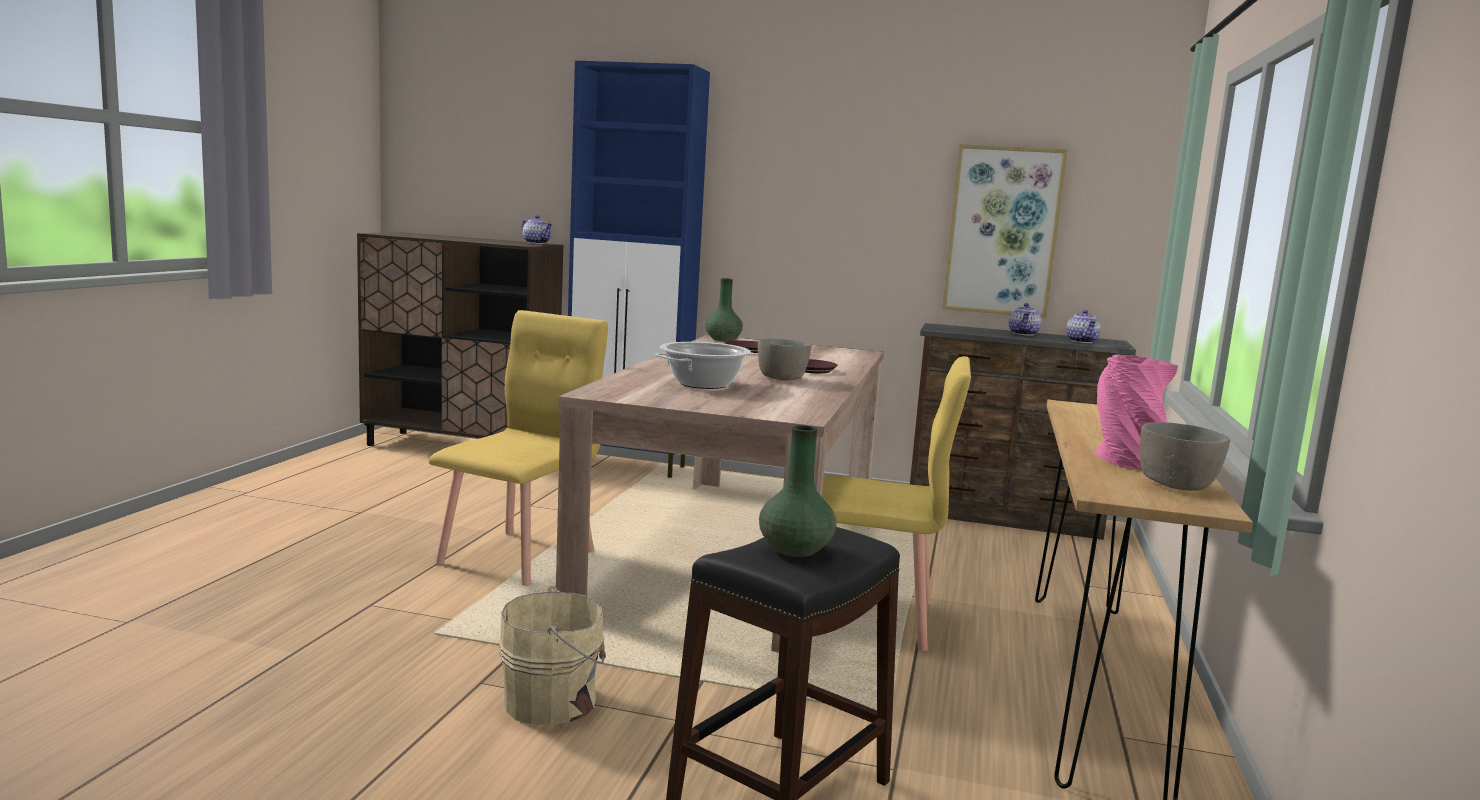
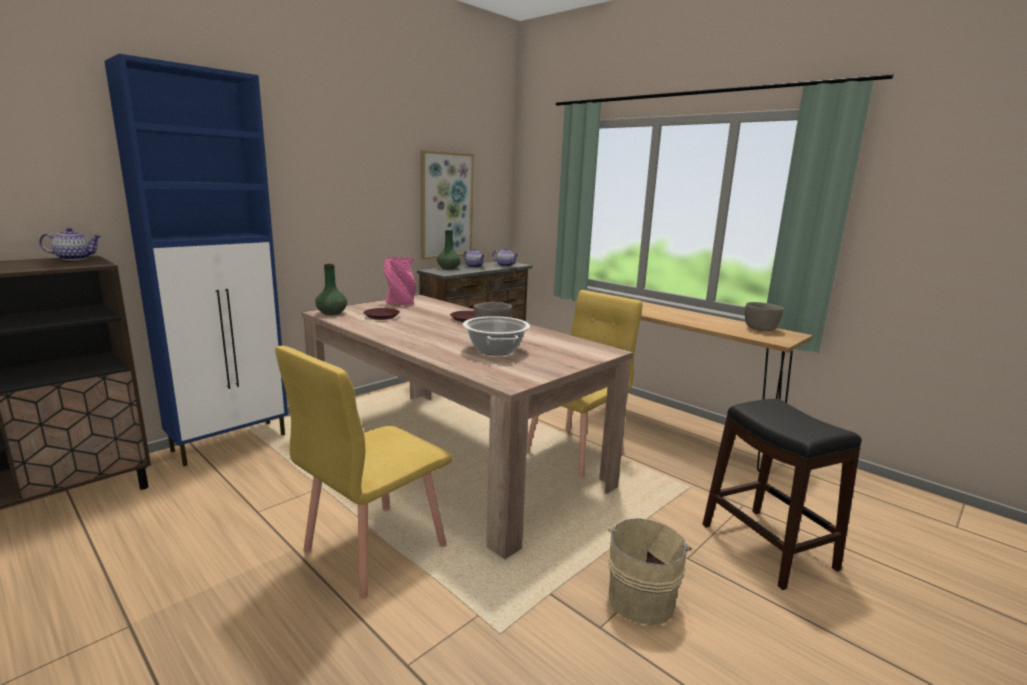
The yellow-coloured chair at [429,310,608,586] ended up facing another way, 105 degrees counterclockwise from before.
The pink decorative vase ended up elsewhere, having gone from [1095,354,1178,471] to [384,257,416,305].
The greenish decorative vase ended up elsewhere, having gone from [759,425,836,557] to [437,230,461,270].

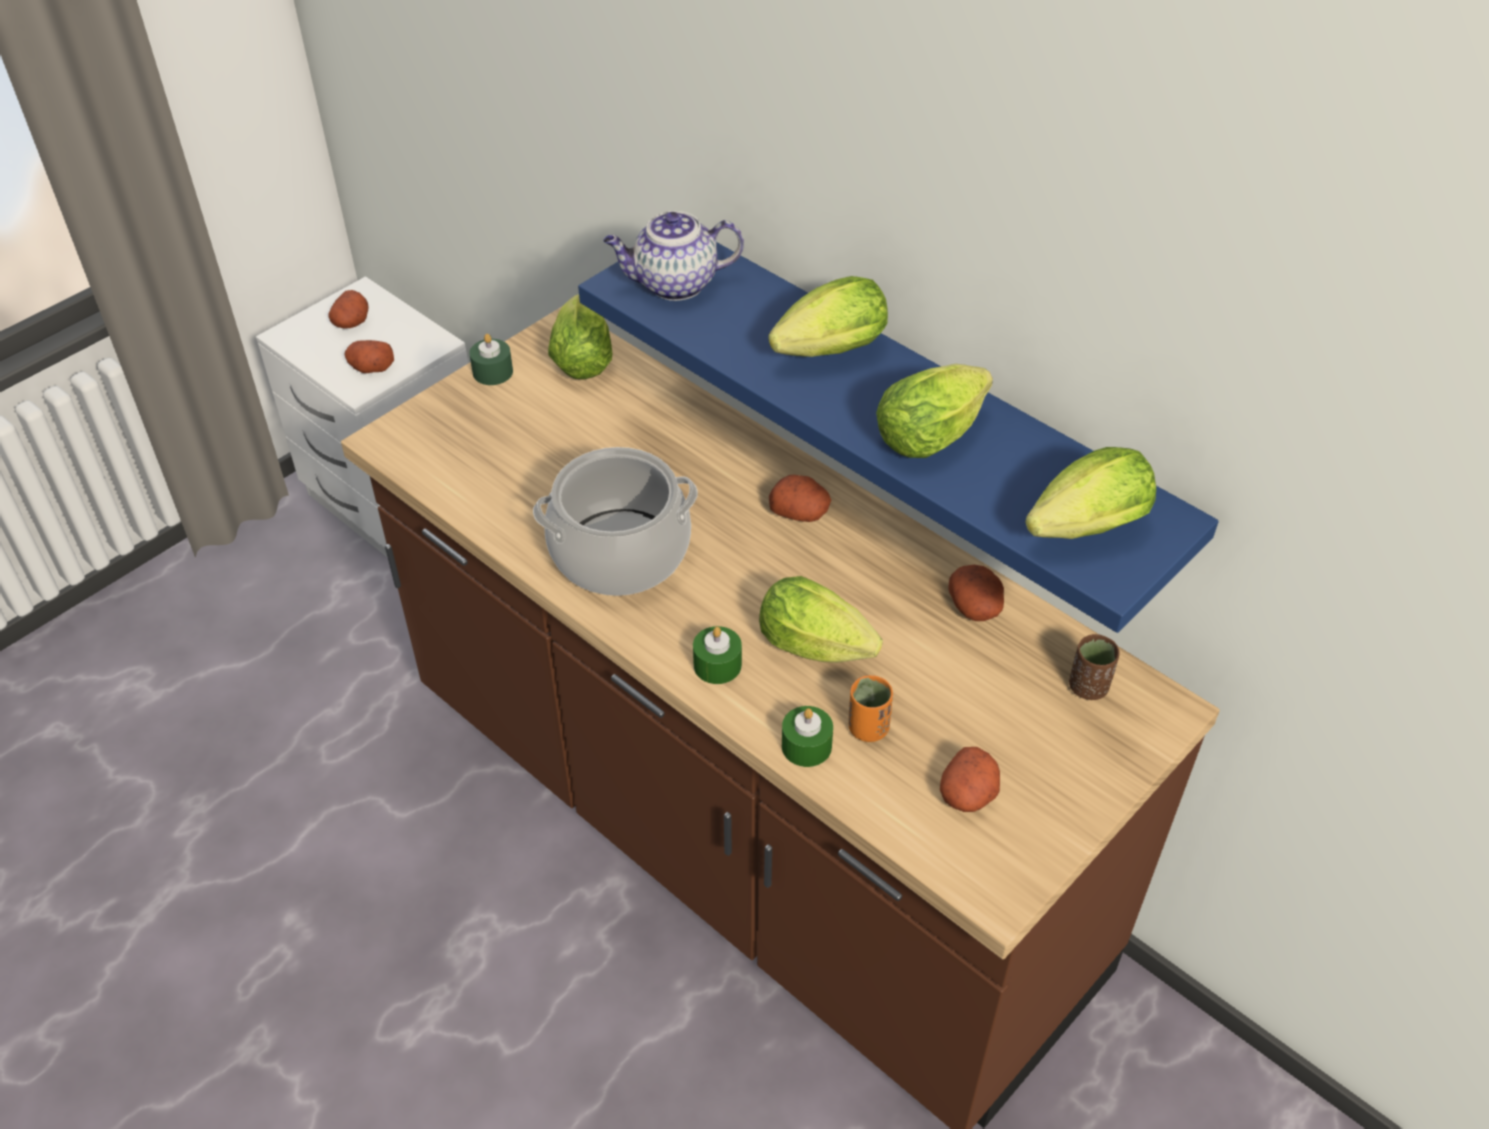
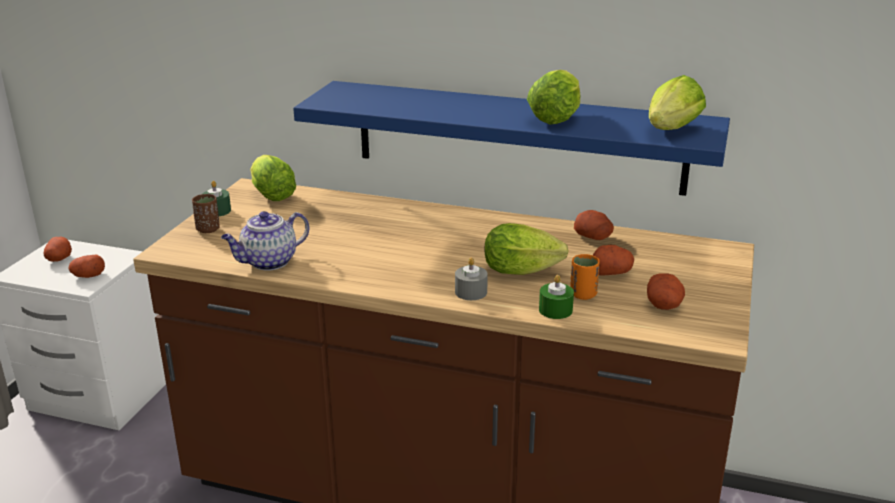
The teapot ended up elsewhere, having gone from [603,211,744,301] to [221,211,310,271].
The second view lost the lettuce head at [769,276,888,357].
The second view lost the stockpot at [533,447,698,596].
The spud ended up elsewhere, having gone from [769,475,831,522] to [593,245,634,276].
What was the greenish wax light at [693,626,742,684] turned into the grey wax light at [455,257,488,300].
The brown-coloured drinking cup ended up elsewhere, having gone from [1069,634,1120,700] to [192,194,220,233].

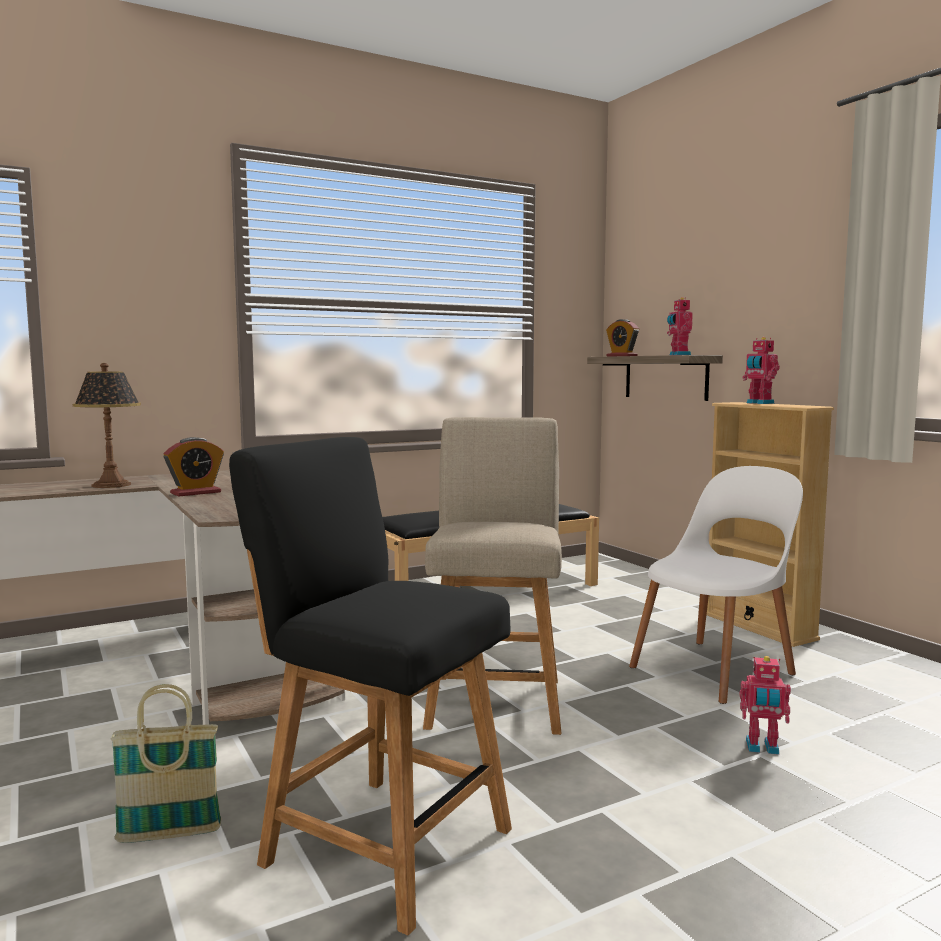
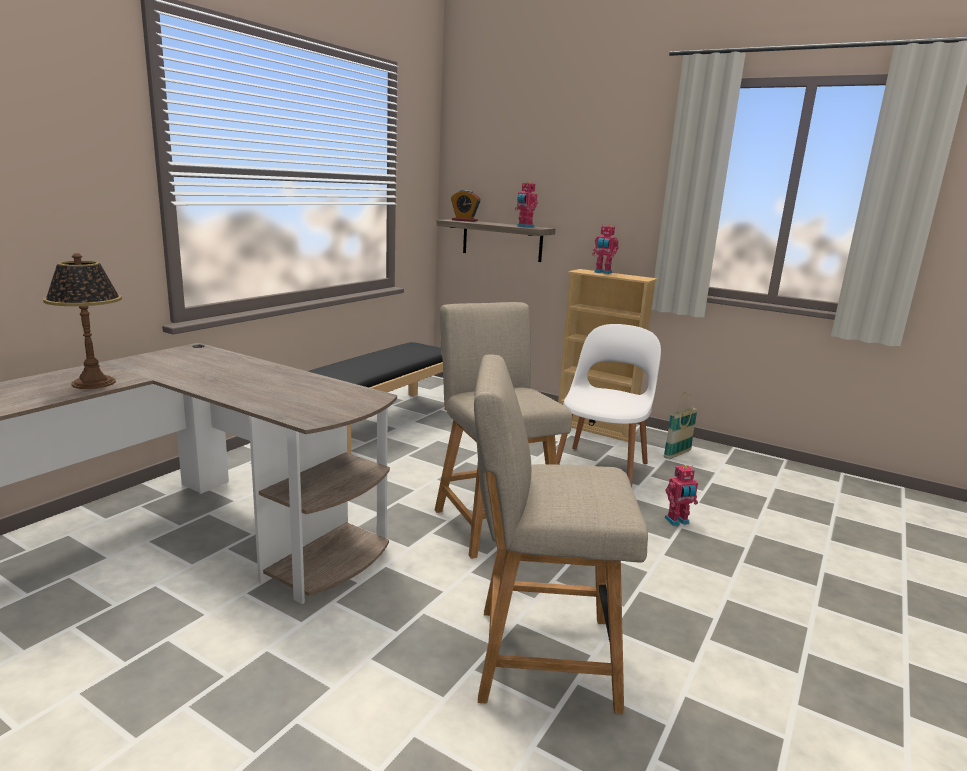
The second view lost the alarm clock at [163,437,224,496].
What was the black chair at [229,437,512,935] turned into the beige chair at [474,354,648,714].
The storage basket ended up elsewhere, having gone from [110,684,222,843] to [664,392,698,459].

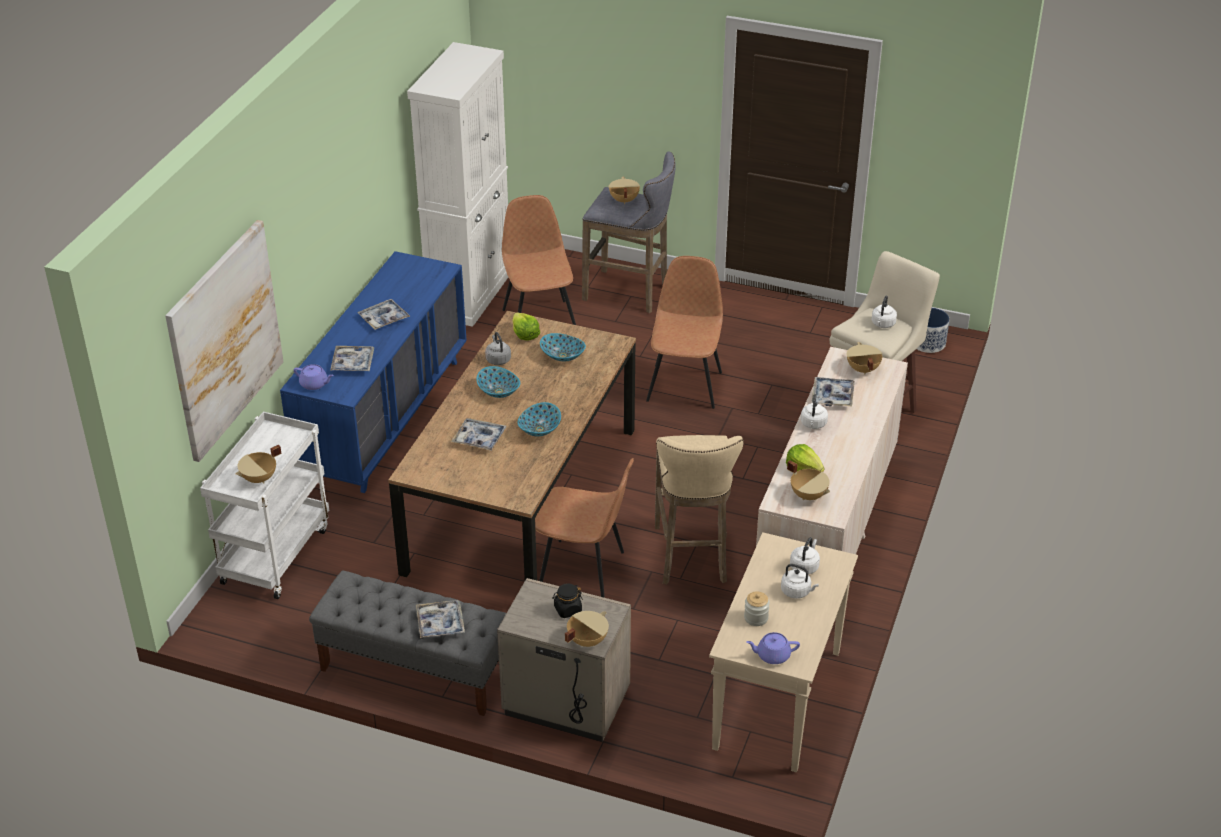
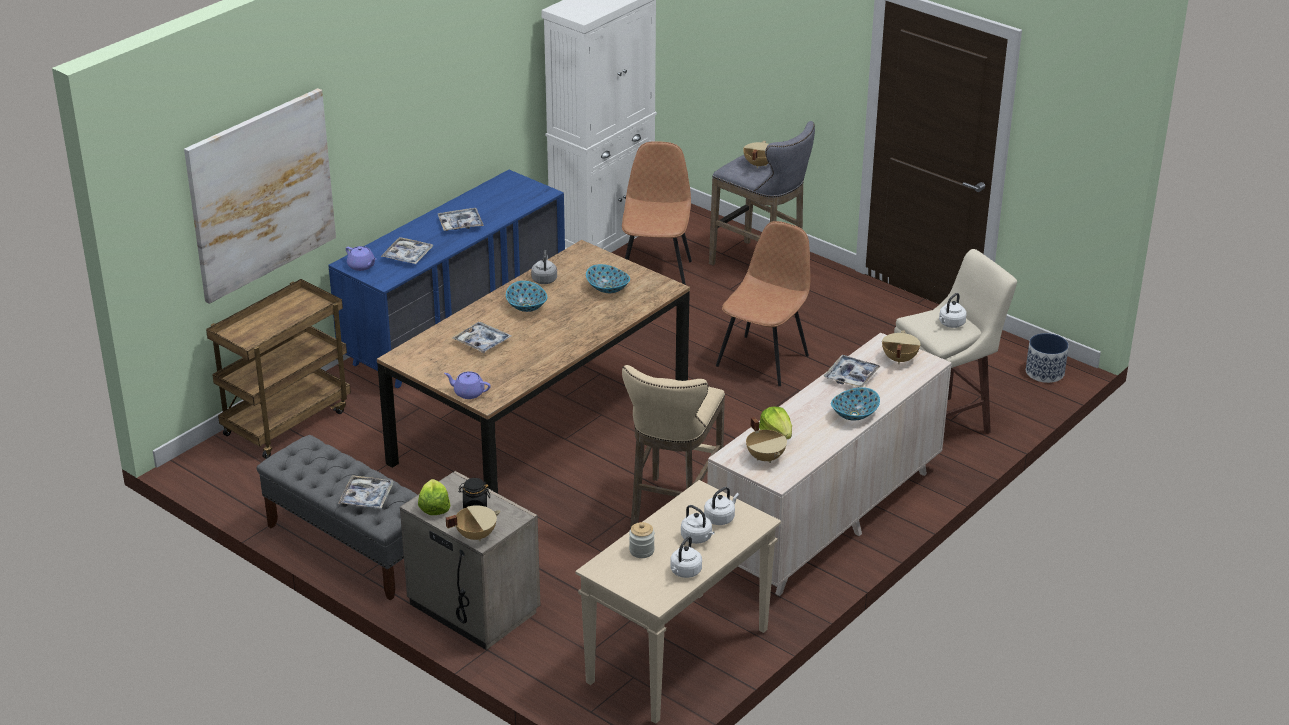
The lettuce head ended up elsewhere, having gone from [512,313,540,341] to [418,479,450,515].
The whitish kettle ended up elsewhere, having gone from [801,394,828,429] to [670,536,702,578].
The serving bowl ended up elsewhere, having gone from [518,402,561,437] to [831,387,880,421].
What was the whitish cart at [200,412,329,599] turned into the brown-coloured cart at [206,279,351,459].
The second view lost the beige stockpot at [236,445,282,484].
The second view lost the brown-coloured chair at [535,458,634,598].
The purplish teapot ended up elsewhere, having gone from [746,632,800,664] to [444,371,491,399].

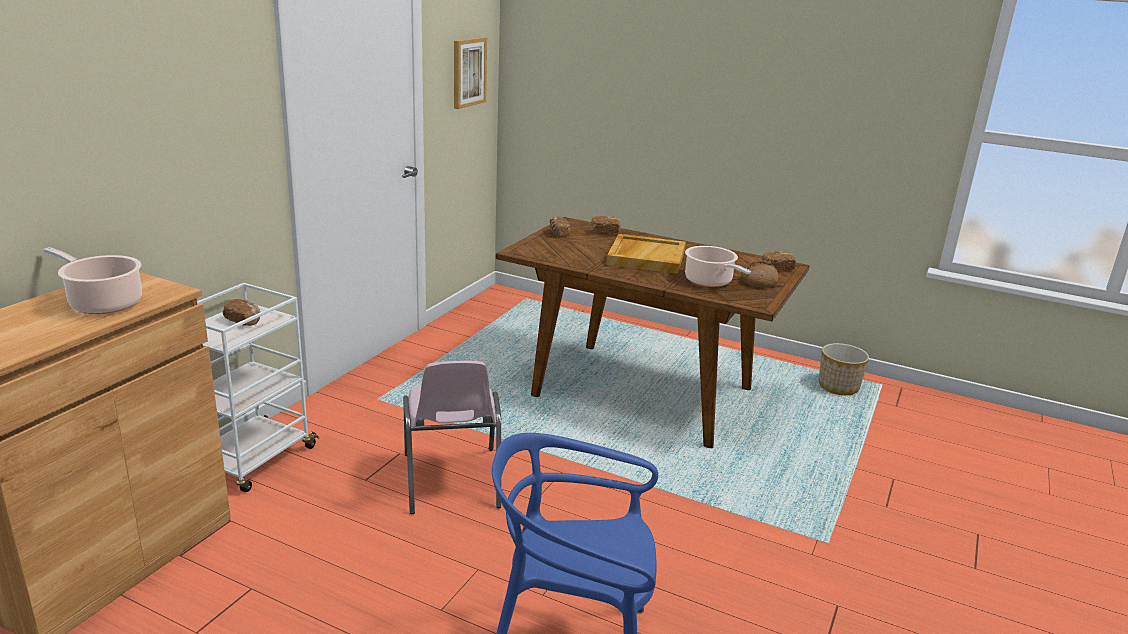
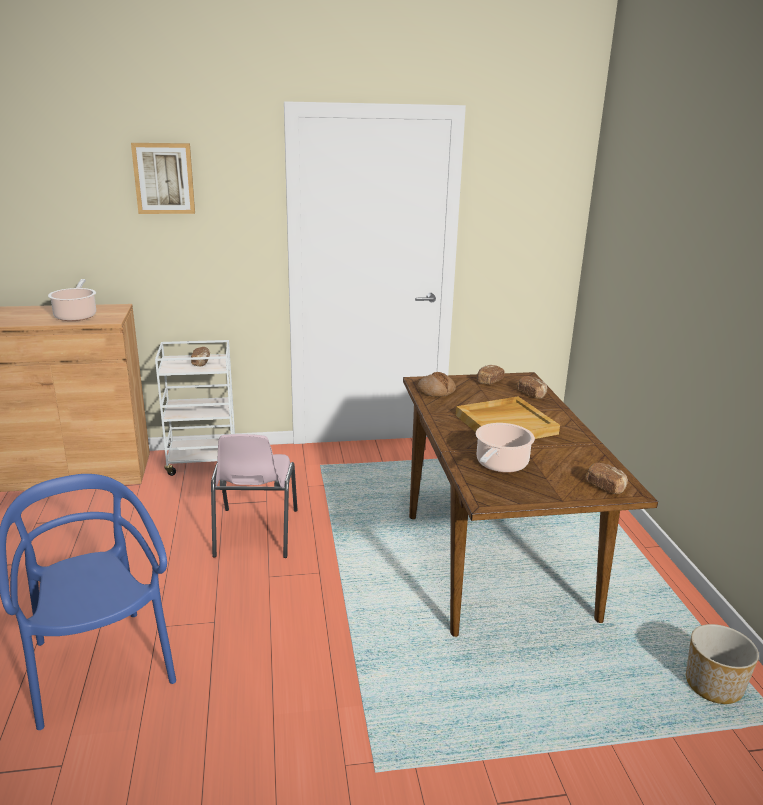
The wall art ended up elsewhere, having gone from [454,37,487,109] to [131,143,195,214].
The bread ended up elsewhere, having gone from [741,260,779,288] to [417,372,456,397].
The pink chair at [403,361,501,514] ended up facing another way, 45 degrees counterclockwise from before.

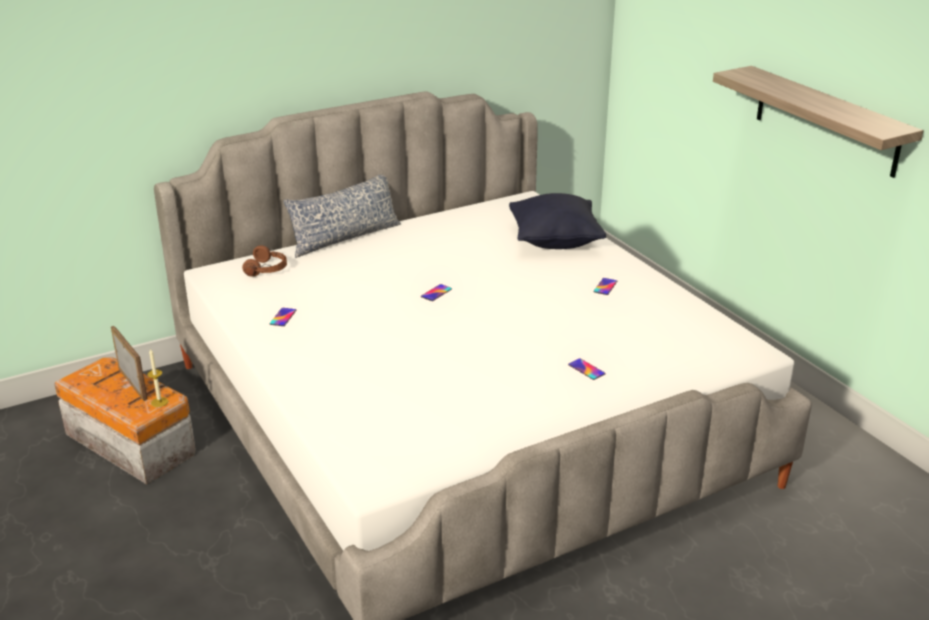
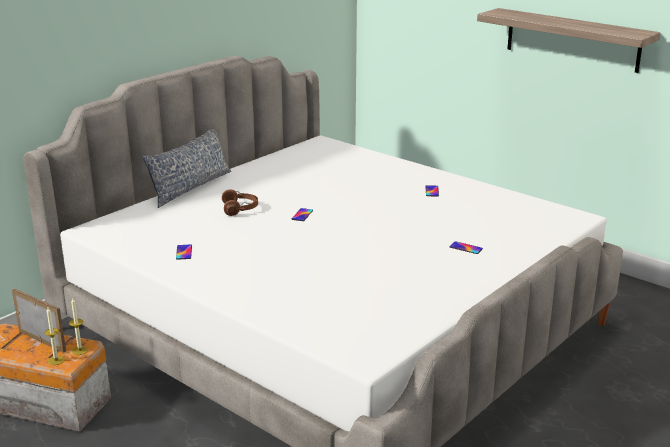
The second view lost the black throw pillow at [509,193,606,249].
The brown-coloured headphones ended up elsewhere, having gone from [242,246,287,277] to [222,189,258,216].
The second view gained the wax light at [44,308,65,365].

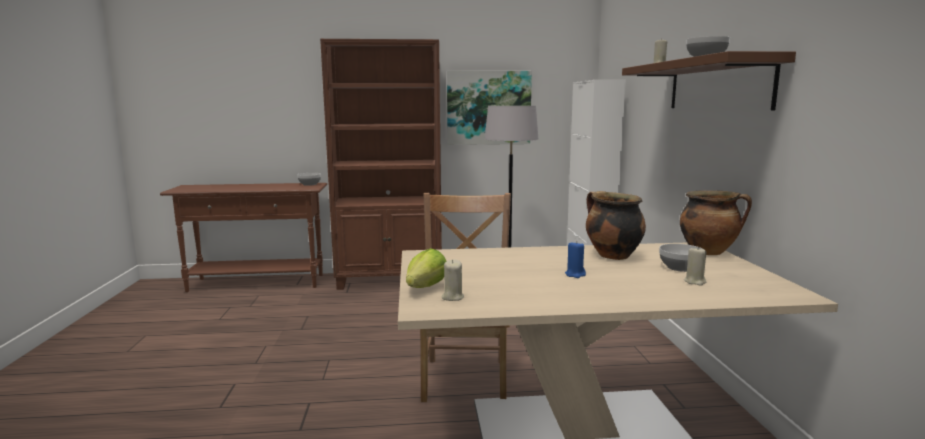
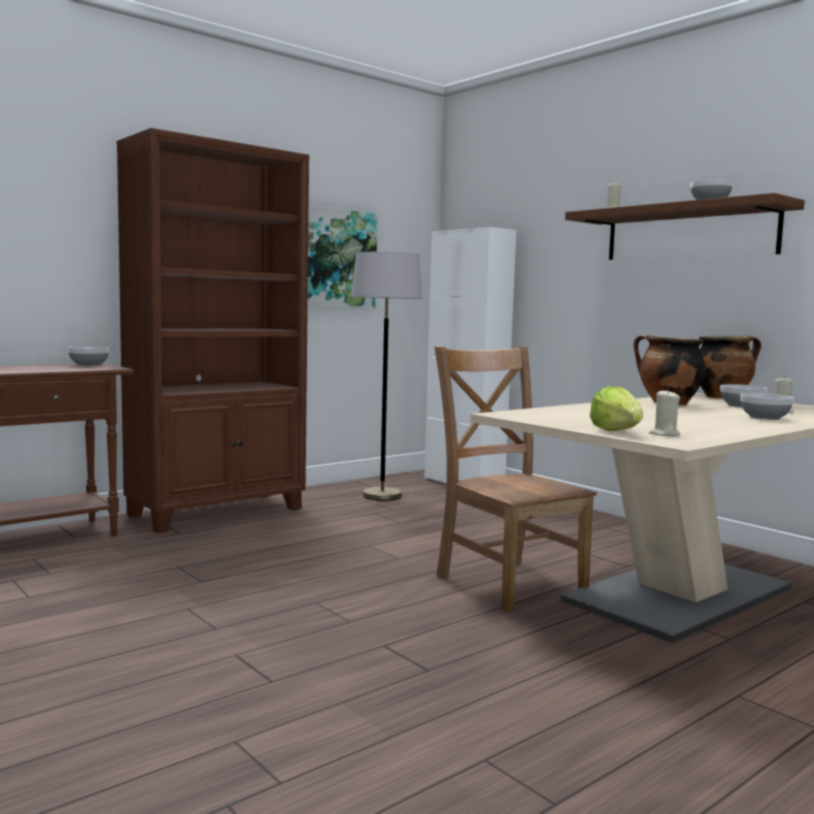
The second view lost the blue wax light at [565,242,586,278].
The second view gained the serving bowl at [741,393,794,420].

